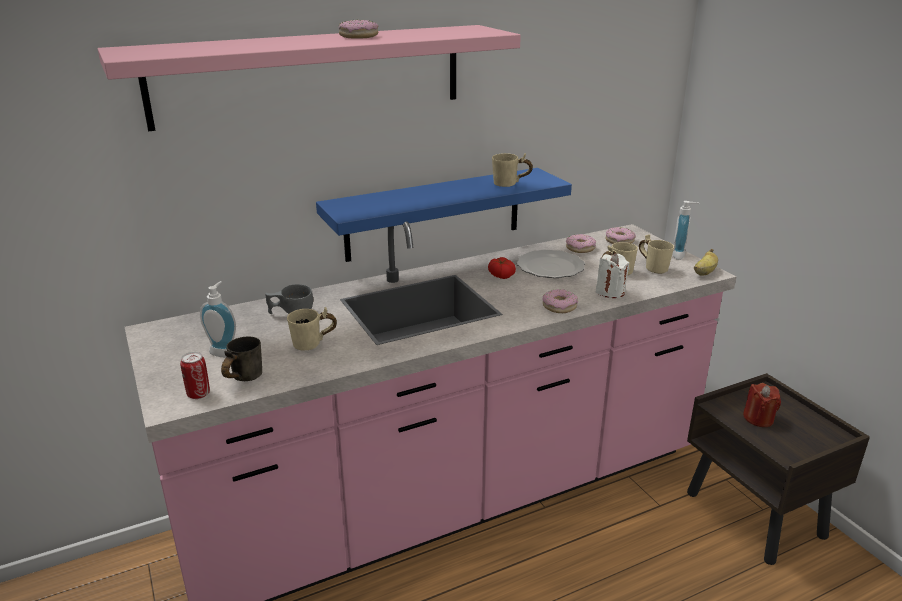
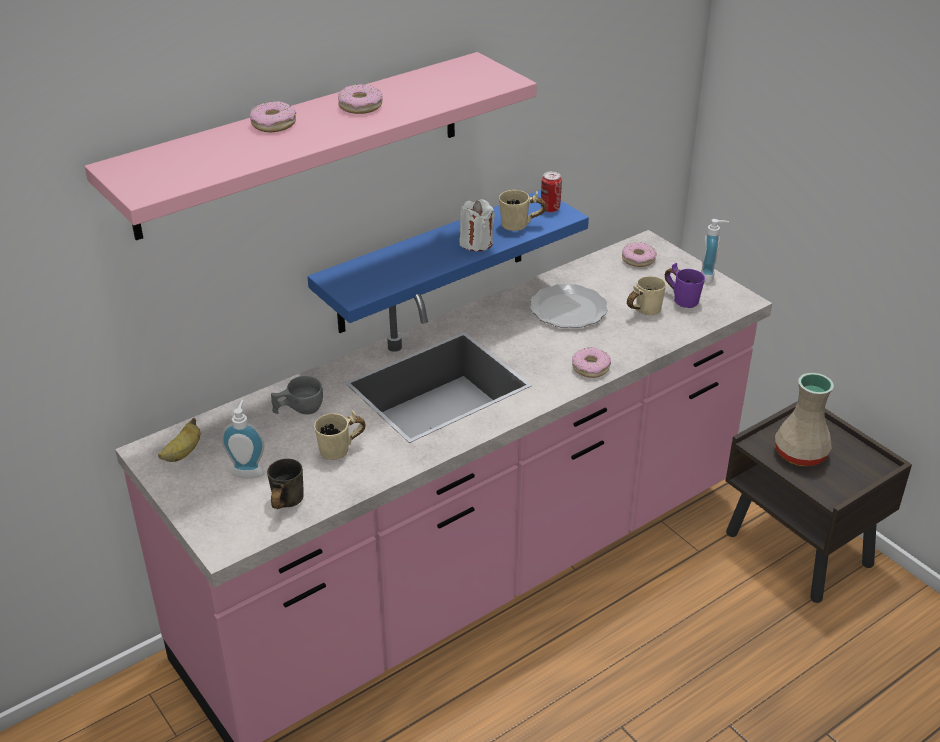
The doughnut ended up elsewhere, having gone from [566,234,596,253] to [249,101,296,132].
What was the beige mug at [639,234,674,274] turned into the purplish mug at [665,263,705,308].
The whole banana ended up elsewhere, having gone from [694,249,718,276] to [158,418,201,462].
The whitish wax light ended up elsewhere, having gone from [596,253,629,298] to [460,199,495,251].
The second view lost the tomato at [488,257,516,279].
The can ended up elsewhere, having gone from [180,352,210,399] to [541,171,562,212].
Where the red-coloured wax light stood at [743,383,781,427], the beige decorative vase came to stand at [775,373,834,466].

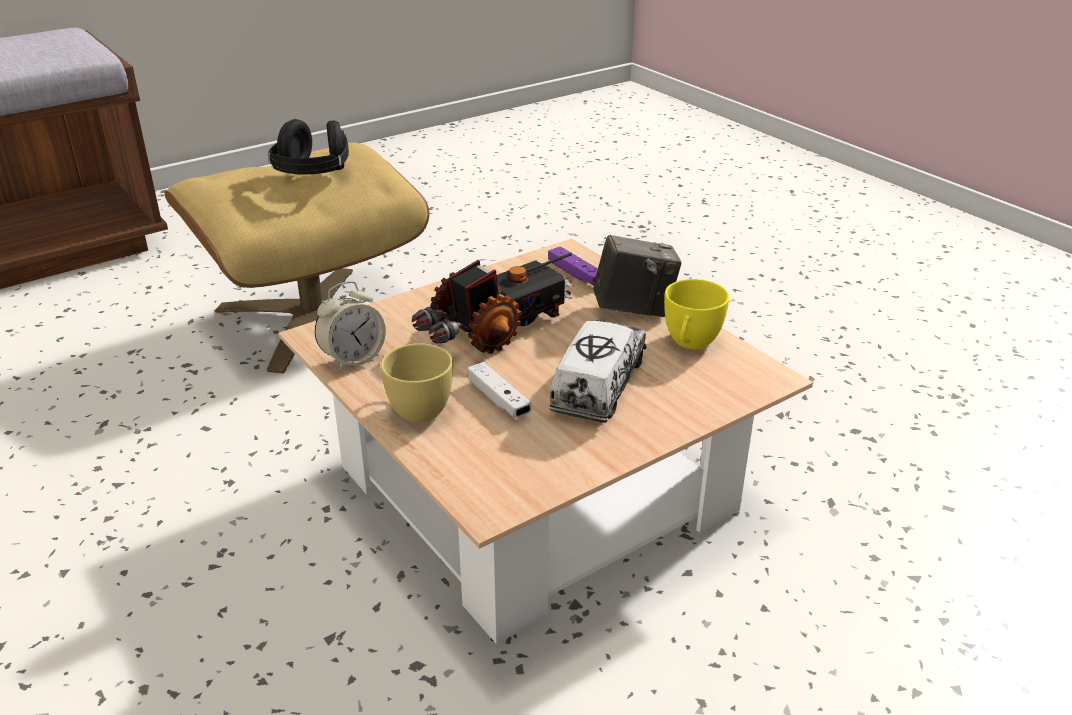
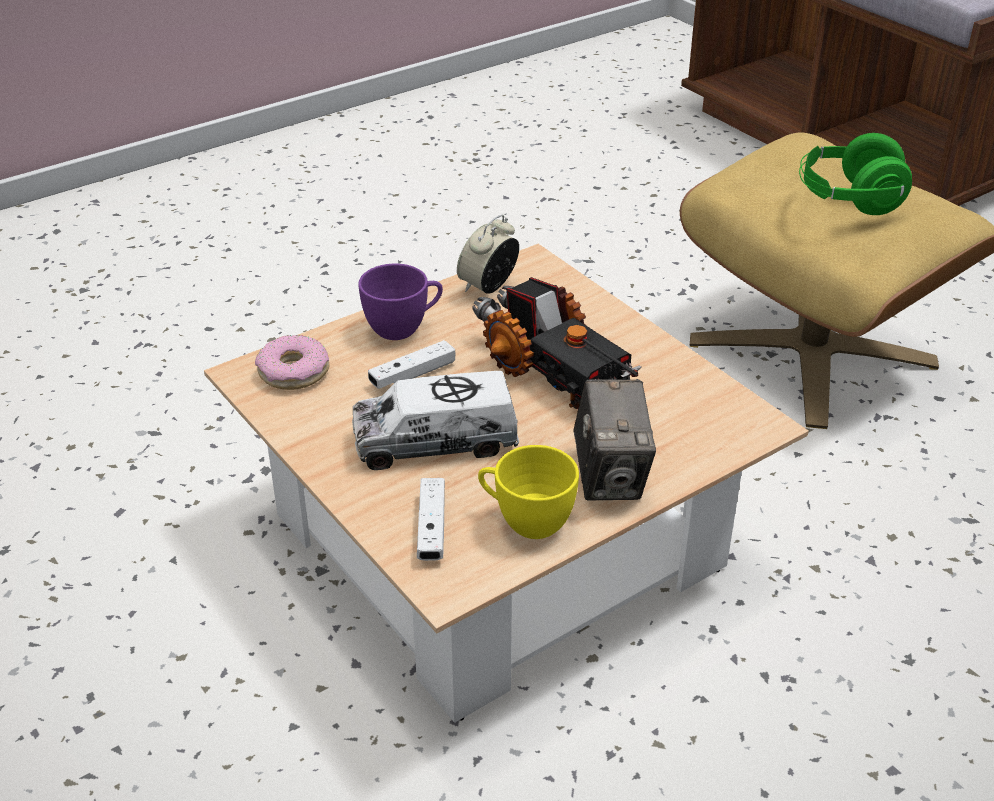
What was the black headphones at [268,119,349,175] turned into the greenish headphones at [799,133,912,215].
The second view lost the purplish game controller at [548,246,598,285].
The alarm clock at [315,281,386,372] ended up facing another way, 75 degrees clockwise from before.
The model truck at [549,320,646,423] ended up facing another way, 150 degrees clockwise from before.
What was the yellow-coloured drinking cup at [381,343,453,423] turned into the purplish drinking cup at [358,264,443,340].
The second view gained the doughnut at [255,335,330,390].
The second view gained the whitish game controller at [417,478,445,561].

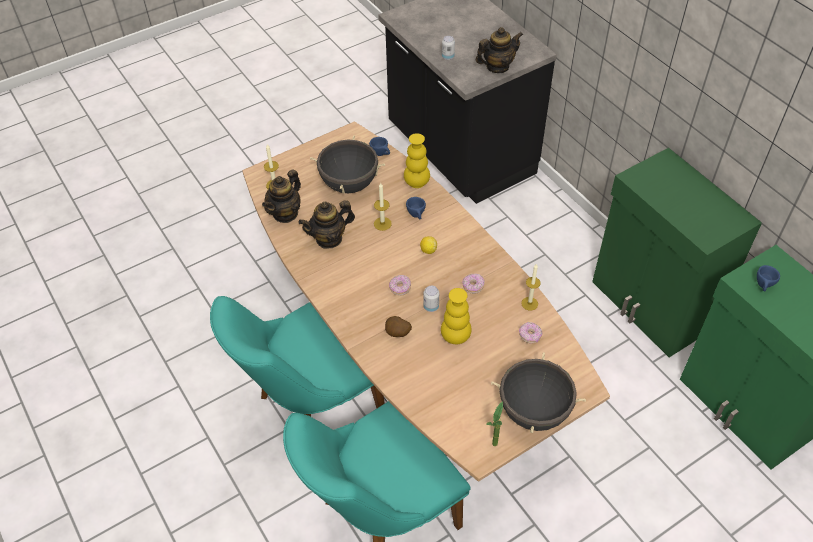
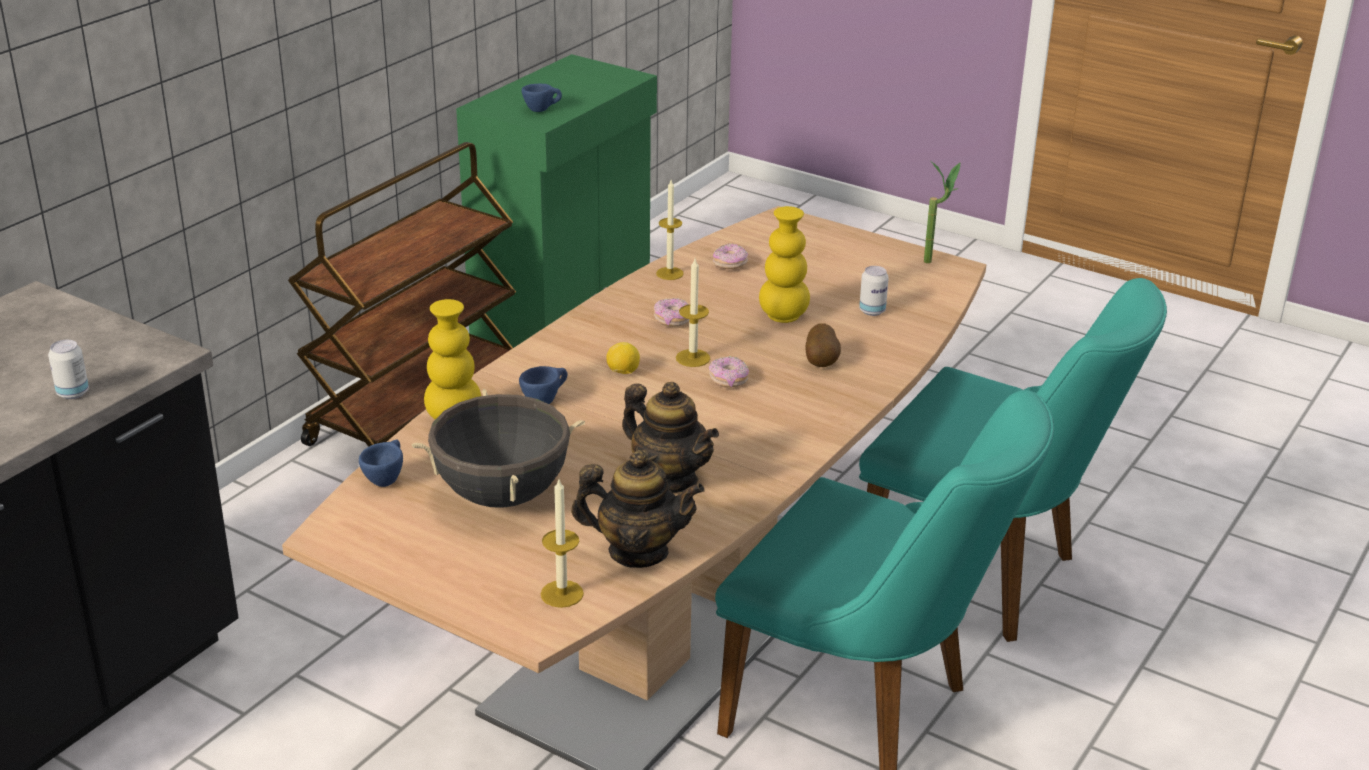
The second view lost the teapot at [476,27,523,73].
Where the greenish cupboard stood at [592,148,762,357], the brown-coloured cart came to stand at [288,142,516,447].
The wax light ended up elsewhere, having gone from [374,183,392,231] to [676,259,710,367].
The can ended up elsewhere, having gone from [423,286,439,312] to [859,266,889,316].
The second view lost the black stockpot at [491,352,586,433].

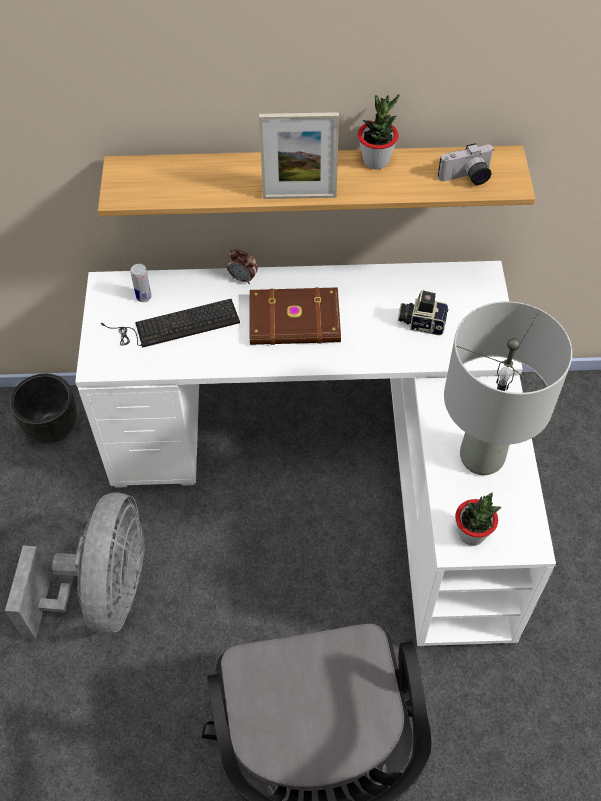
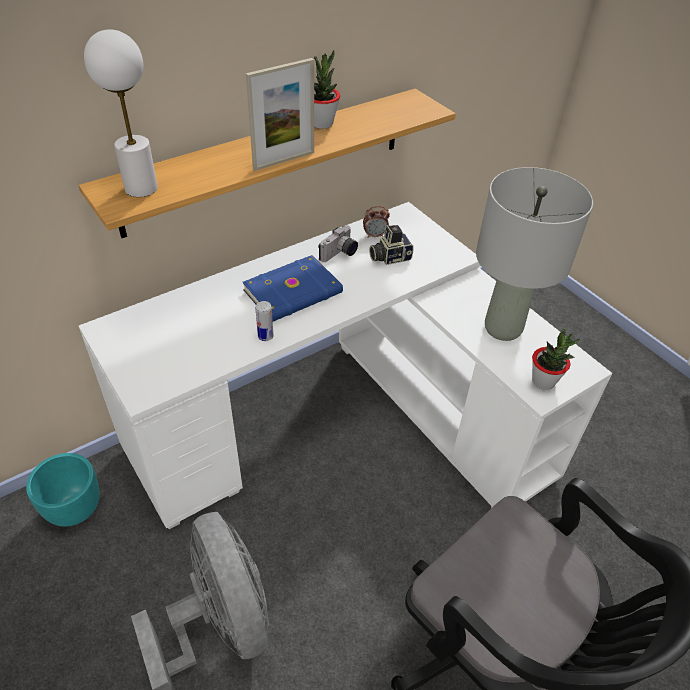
The still camera ended up elsewhere, having gone from [438,143,494,185] to [318,225,358,262].
The alarm clock ended up elsewhere, having gone from [227,249,258,284] to [363,206,390,238].
The can ended up elsewhere, having gone from [130,264,152,302] to [256,301,273,341].
What was the brown-coloured bound book at [249,287,341,345] turned into the blue bound book at [243,255,343,322].
The second view lost the computer keyboard at [101,299,240,348].
What was the black flower pot at [10,374,77,443] turned into the turquoise-coloured flower pot at [26,453,100,527].
The second view gained the whitish tabletop lamp at [84,29,158,197].

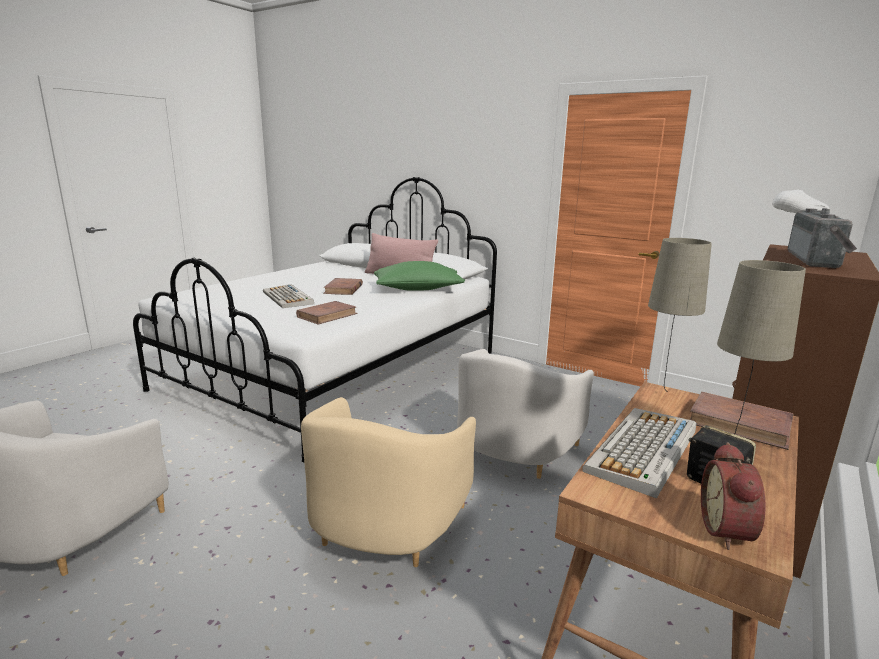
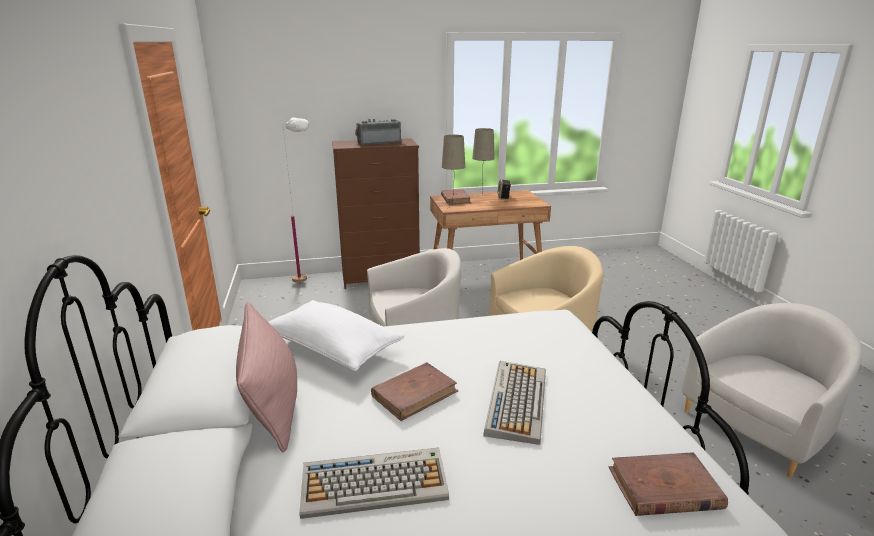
What was the greenish throw pillow at [374,261,465,291] turned into the whitish throw pillow at [268,300,405,371].
The brown-coloured bound book ended up elsewhere, having gone from [296,301,358,325] to [609,452,728,516].
The computer keyboard ended up elsewhere, having gone from [582,408,696,499] to [300,448,449,519].
The second view lost the alarm clock at [701,442,766,550].

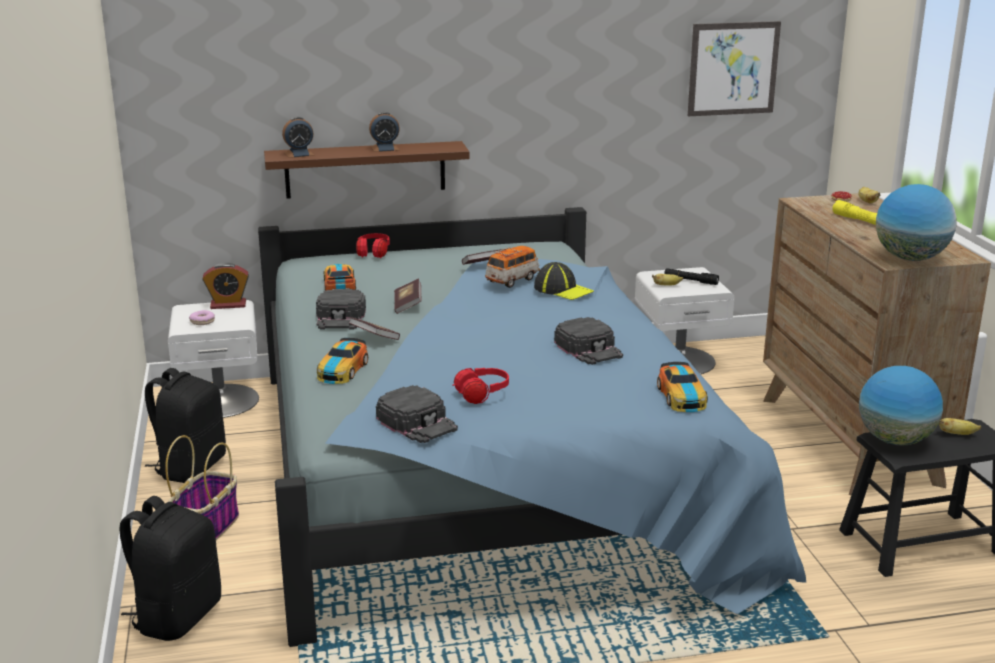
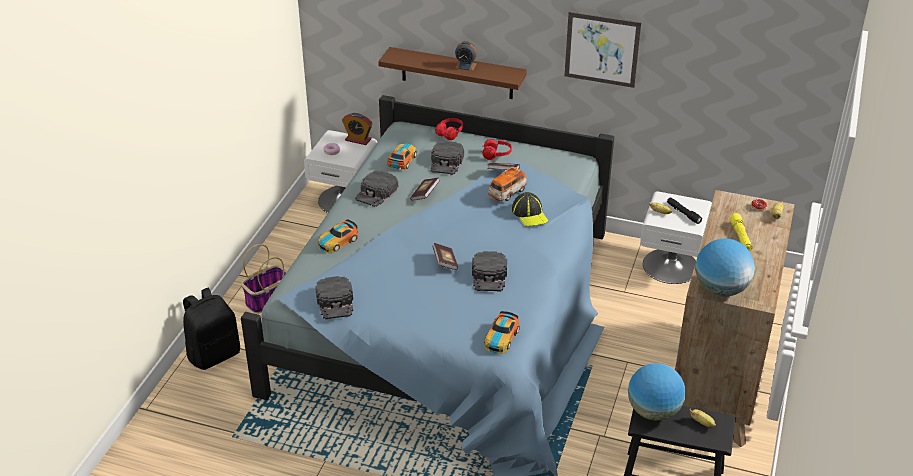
The wall art ended up elsewhere, having gone from [688,21,781,116] to [564,11,642,88].
The second view lost the alarm clock at [282,117,315,158].
The model car at [485,246,540,288] ended up facing another way, 150 degrees clockwise from before.
The bound book ended up elsewhere, having gone from [349,317,400,340] to [432,243,458,270].
The second view lost the black knapsack at [145,368,226,483].
The red-coloured headphones ended up elsewhere, having gone from [452,368,509,404] to [481,139,512,160].
The second view gained the black peaked cap at [430,141,464,175].

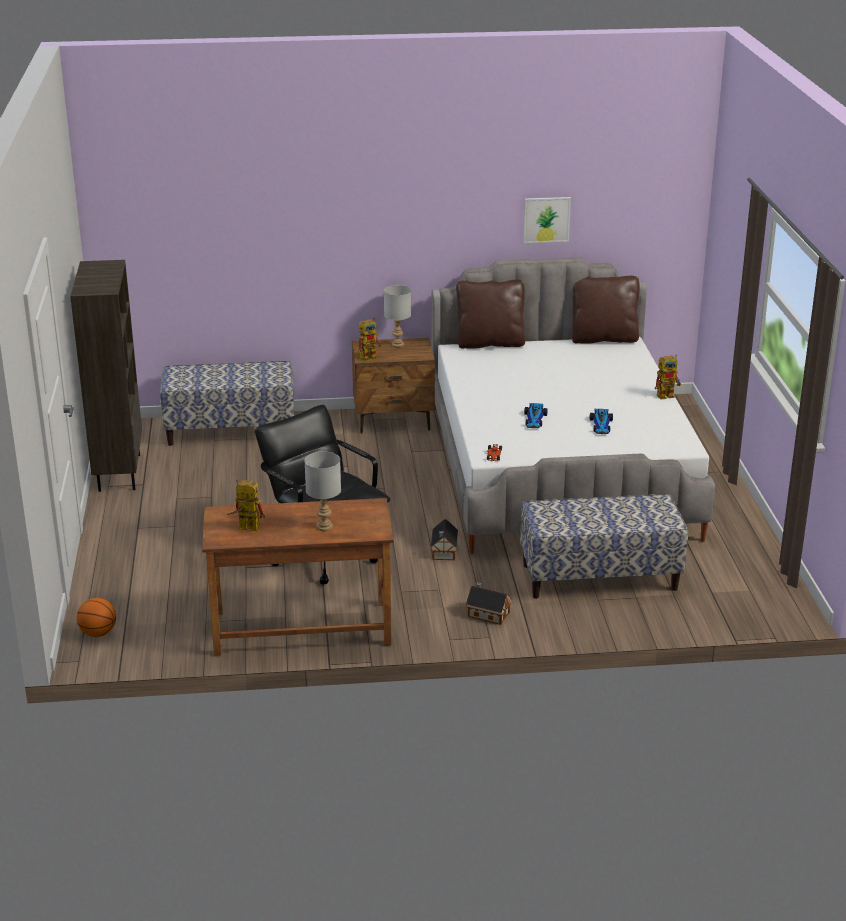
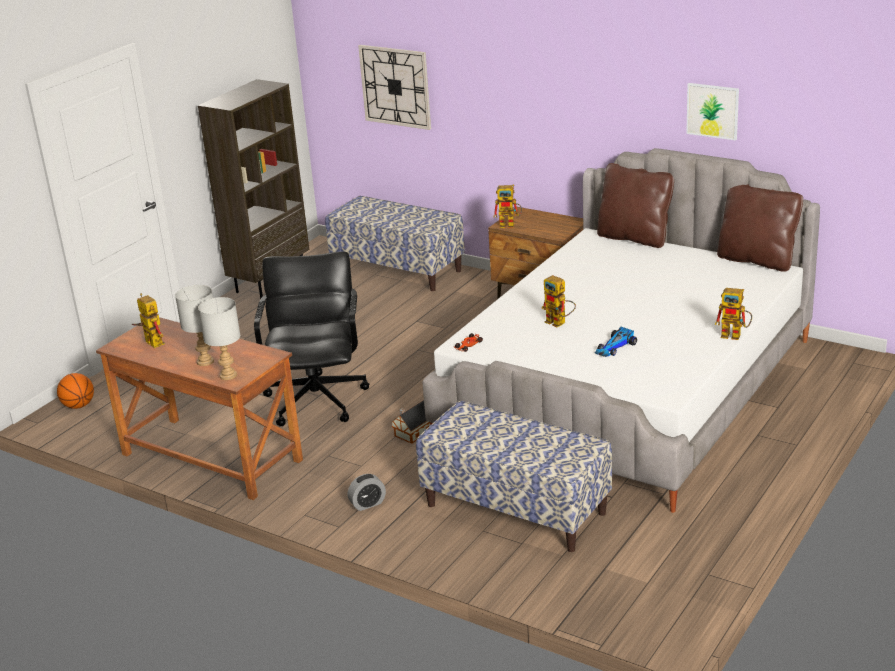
The grey tabletop lamp ended up elsewhere, having gone from [384,285,411,347] to [198,297,240,380].
Where the model car stood at [524,403,548,428], the model robot came to stand at [541,275,576,327].
Where the toy house stood at [466,582,512,625], the alarm clock came to stand at [348,474,386,511].
The second view gained the wall clock at [358,45,431,130].

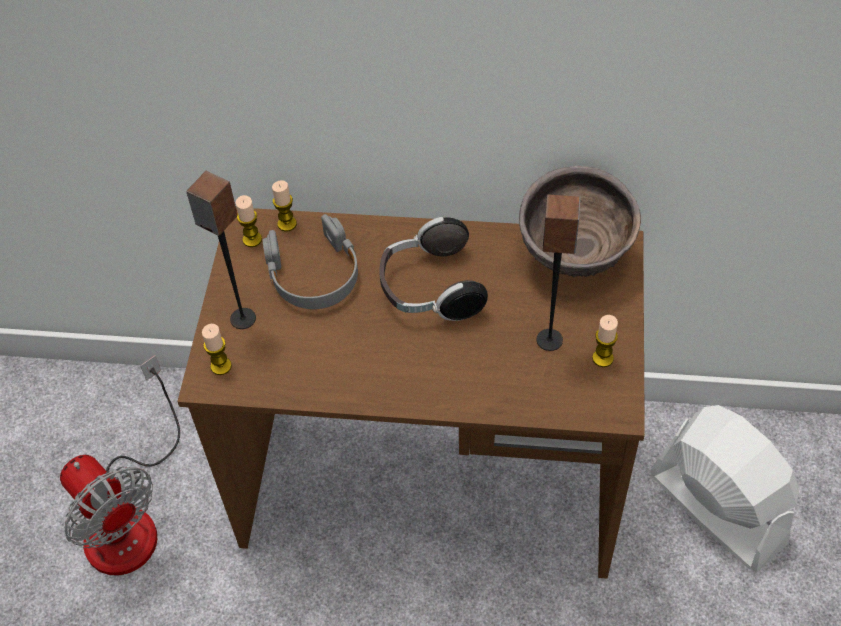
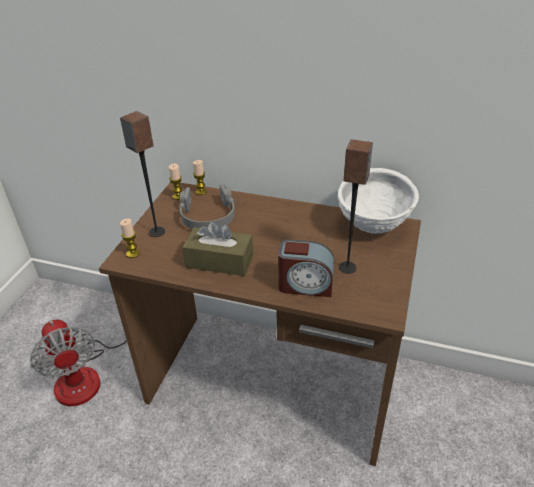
What was the brown-coloured serving bowl at [519,166,641,277] turned into the whitish serving bowl at [338,168,419,234].
The second view lost the headphones at [379,217,488,321].
The second view lost the wax light at [592,315,618,367].
The second view lost the whitish electric fan at [650,405,799,572].
The second view gained the brown-coloured tissue box at [182,220,253,276].
The second view gained the alarm clock at [278,239,334,297].

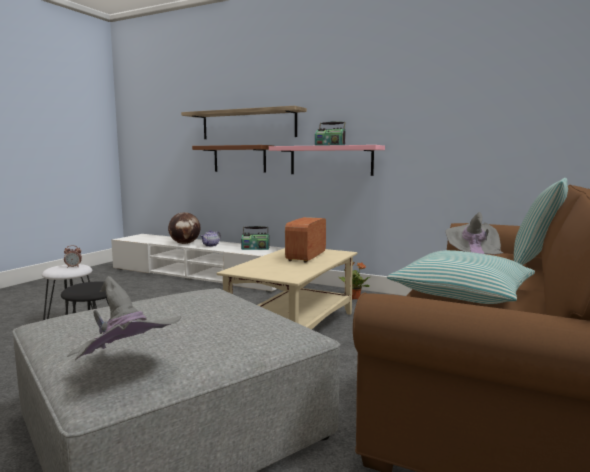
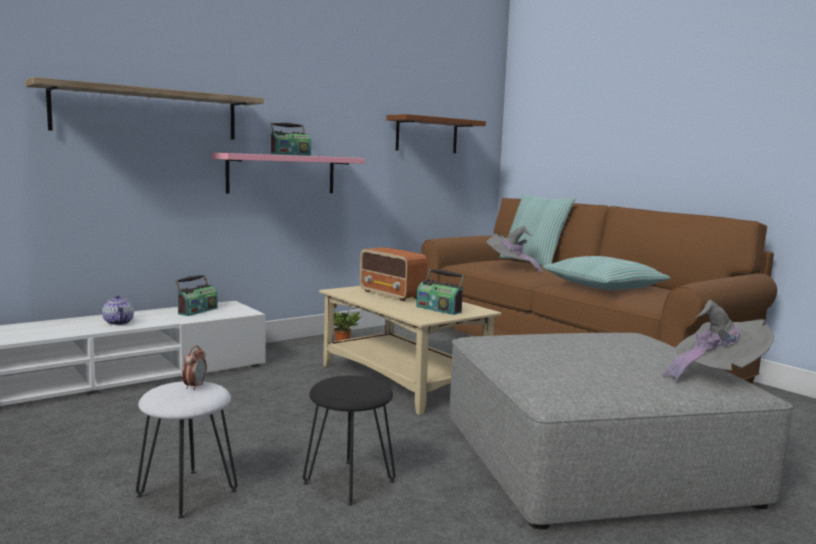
The brown-coloured bracket shelf ended up elsewhere, having gone from [192,145,274,172] to [386,114,486,153].
The second view lost the desk globe at [168,212,201,244].
The second view gained the radio set at [416,269,465,315].

